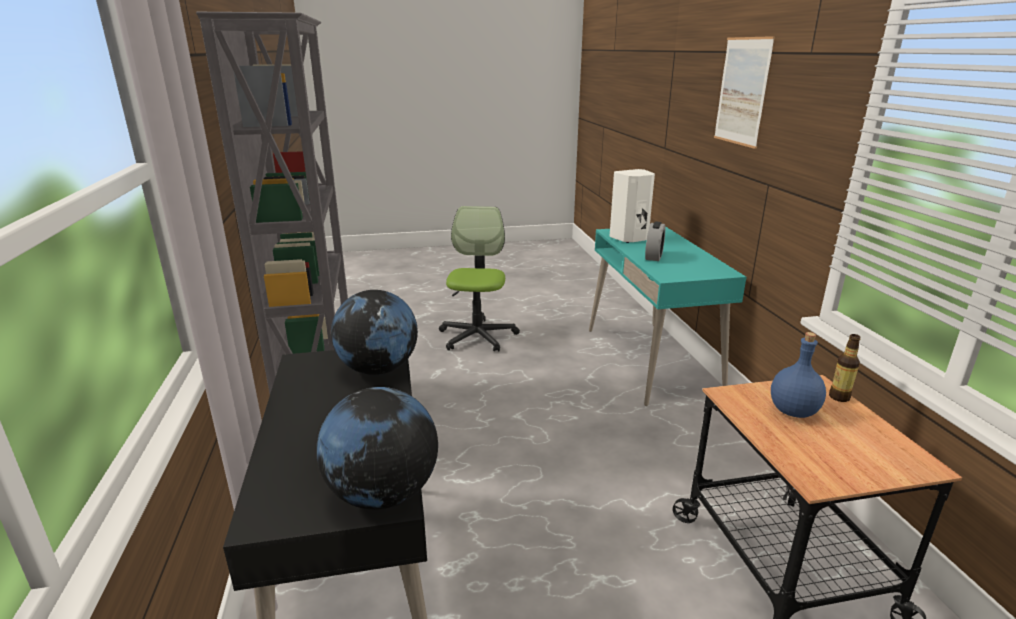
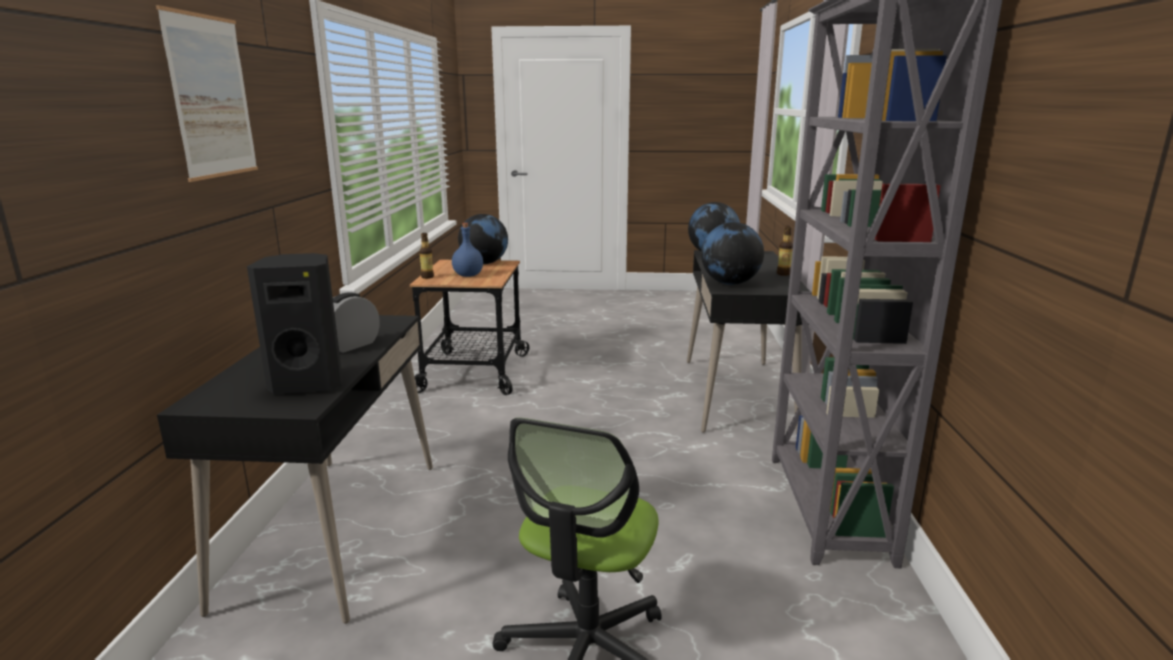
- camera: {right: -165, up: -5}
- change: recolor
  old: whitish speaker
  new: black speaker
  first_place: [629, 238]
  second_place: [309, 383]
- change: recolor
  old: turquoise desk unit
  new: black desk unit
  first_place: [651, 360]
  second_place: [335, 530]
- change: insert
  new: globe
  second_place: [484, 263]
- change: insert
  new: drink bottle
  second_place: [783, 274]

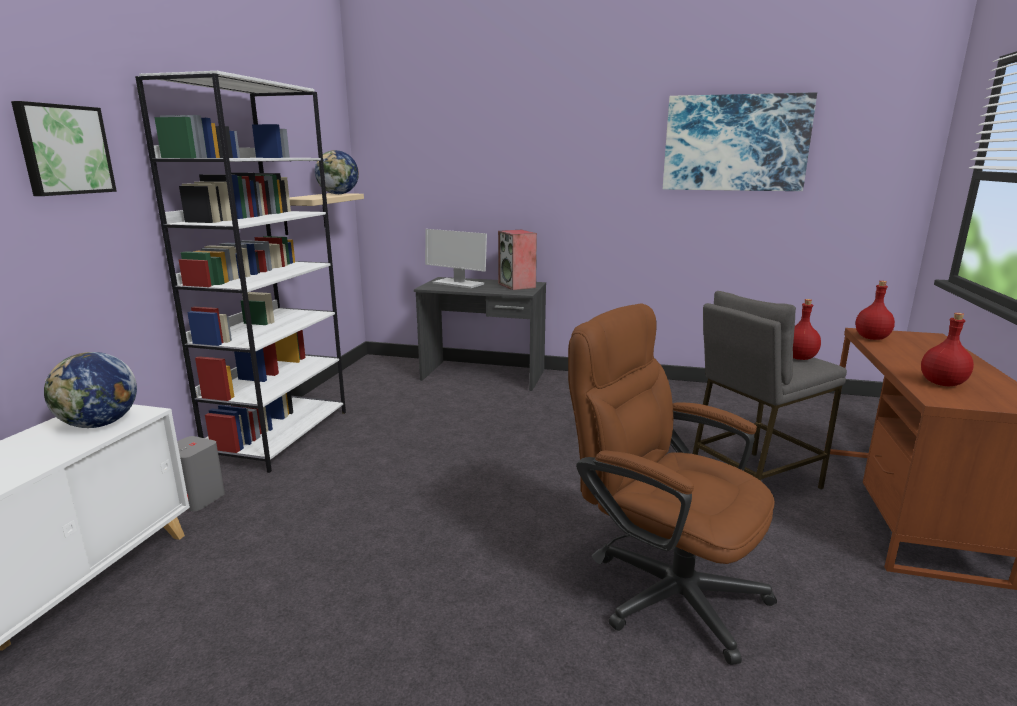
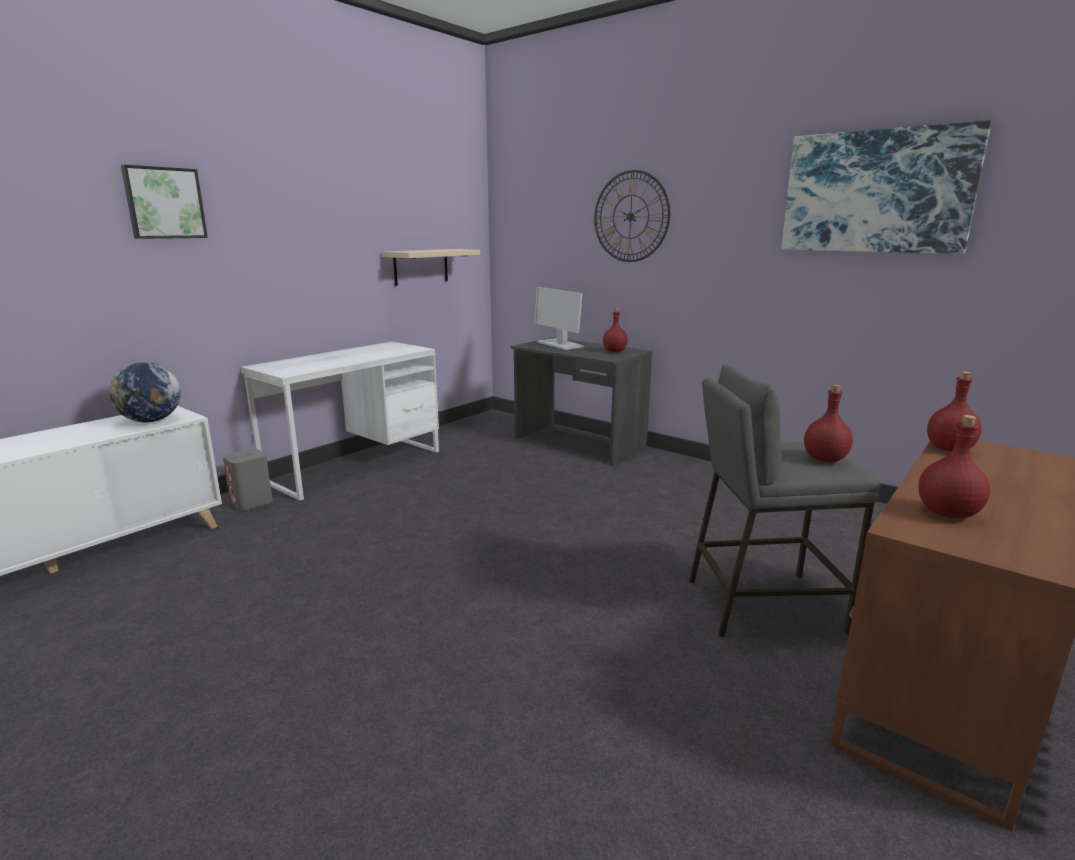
- camera: {right: 25, up: 0}
- change: replace
  old: whitish bookshelf
  new: whitish desk unit
  first_place: [280, 435]
  second_place: [355, 465]
- change: delete
  old: globe
  first_place: [339, 194]
- change: replace
  old: speaker
  new: reddish drink bottle
  first_place: [517, 286]
  second_place: [615, 351]
- change: delete
  old: brown desk chair
  first_place: [662, 587]
- change: insert
  new: clock on the wall
  second_place: [630, 217]

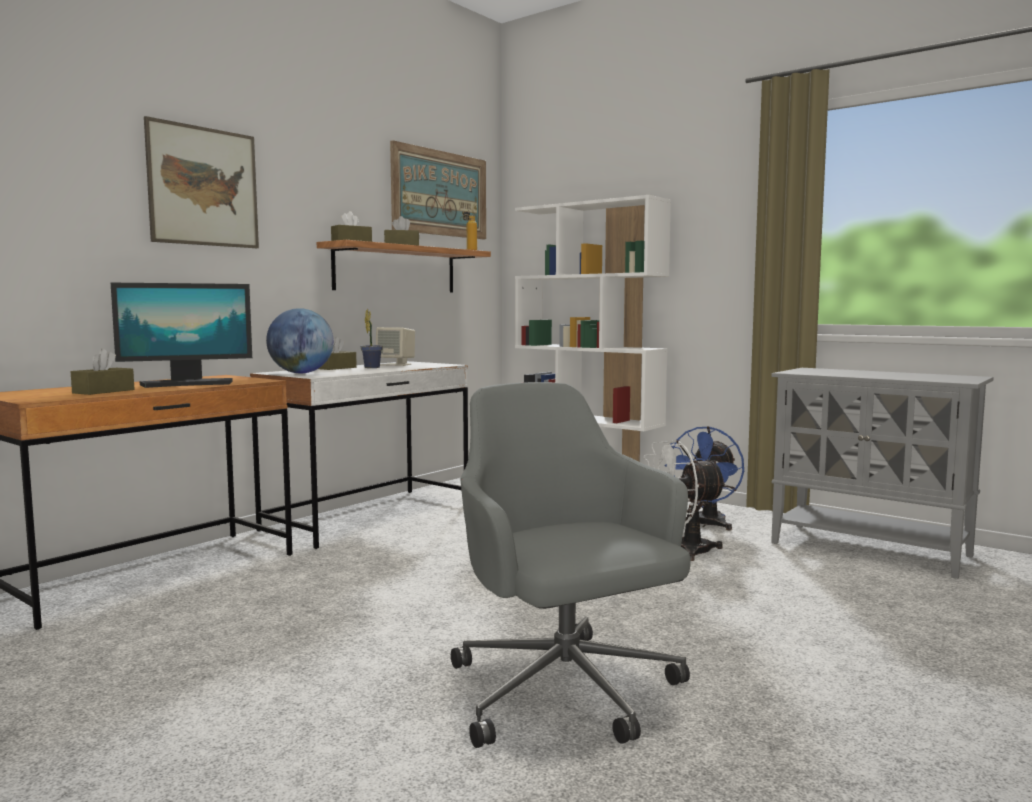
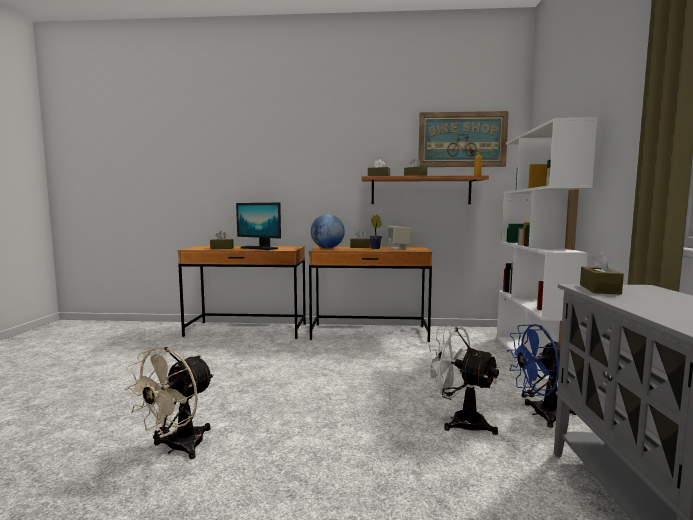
- camera: {right: 55, up: 0}
- change: delete
  old: picture
  first_place: [204, 186]
- change: recolor
  old: whitish desk unit
  new: brown desk unit
  first_place: [369, 517]
  second_place: [369, 333]
- change: replace
  old: grey desk chair
  new: sand-coloured fan
  first_place: [566, 693]
  second_place: [177, 448]
- change: insert
  new: brown box of tissues
  second_place: [599, 289]

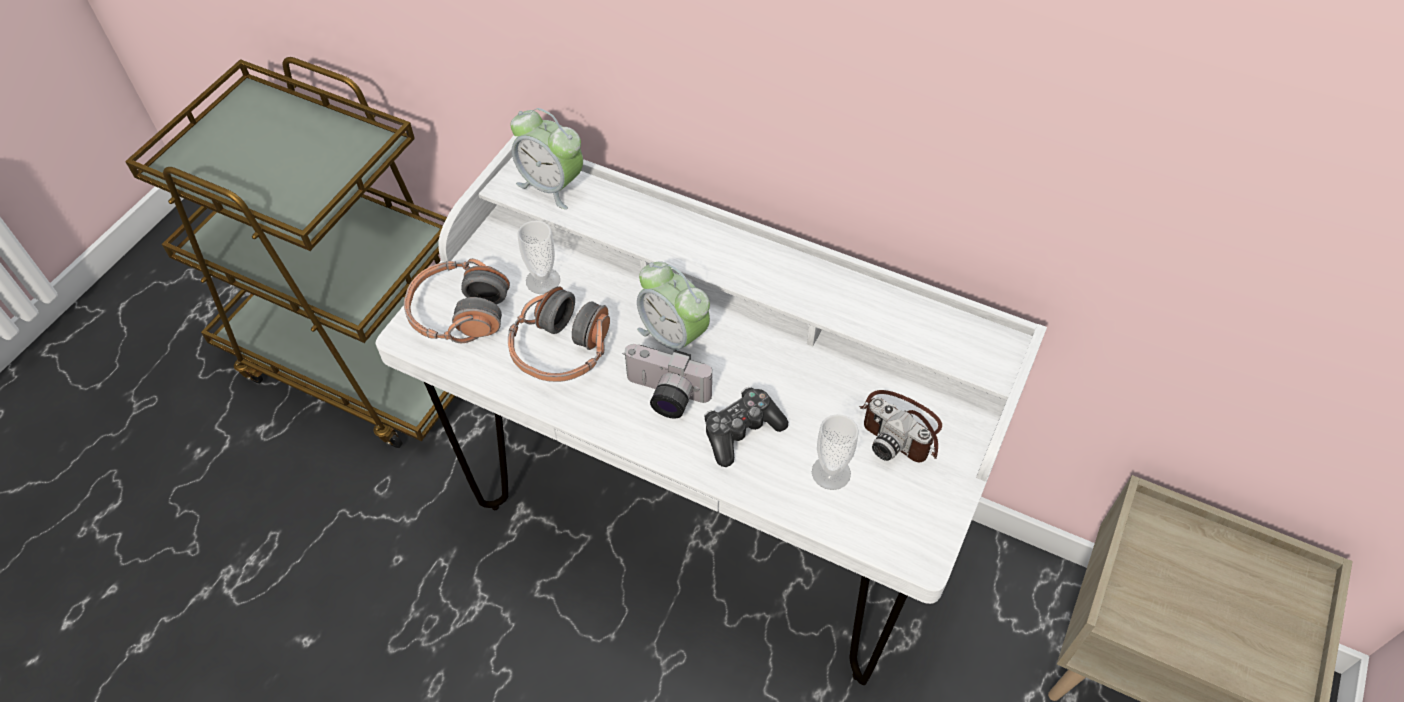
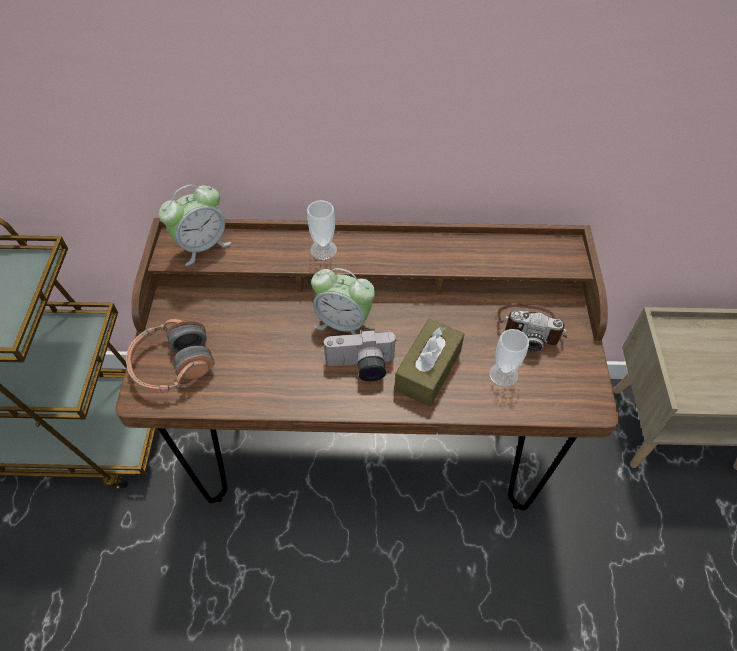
- camera: {right: -25, up: 0}
- change: rotate
  old: table clock
  first_place: [551, 186]
  second_place: [202, 246]
  degrees: -45
- change: recolor
  old: whitish desk unit
  new: brown desk unit
  first_place: [703, 522]
  second_place: [368, 448]
- change: move
  old: small cup
  first_place: [543, 281]
  second_place: [323, 250]
- change: delete
  old: headphones
  first_place: [561, 349]
- change: replace
  old: gamepad
  new: brown box of tissues
  first_place: [741, 431]
  second_place: [428, 370]

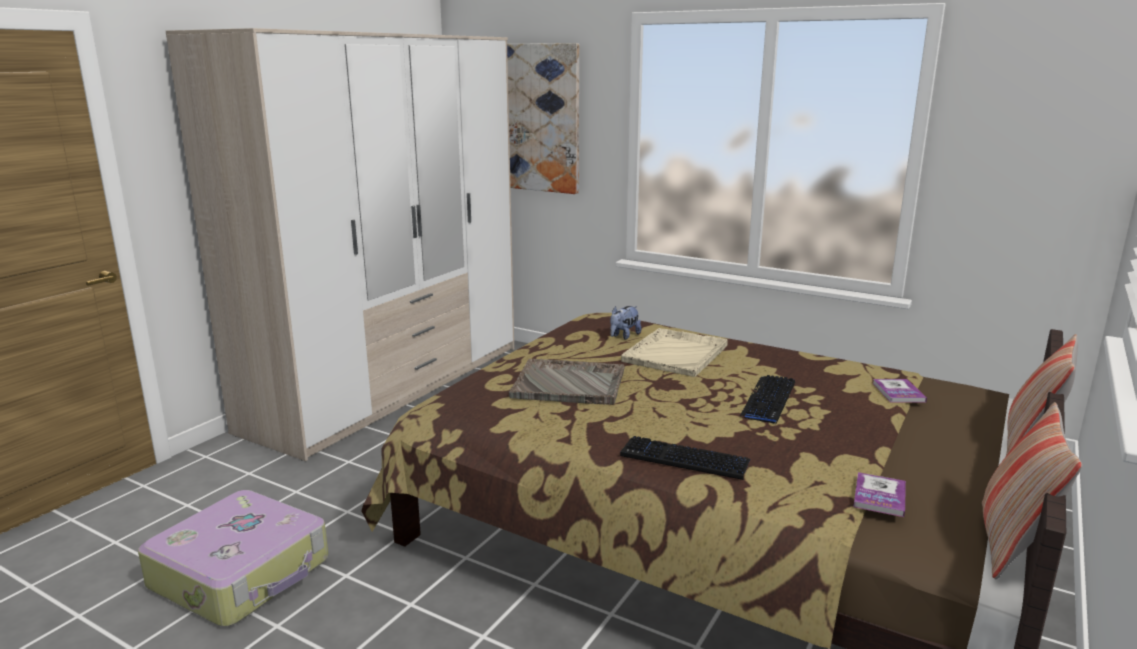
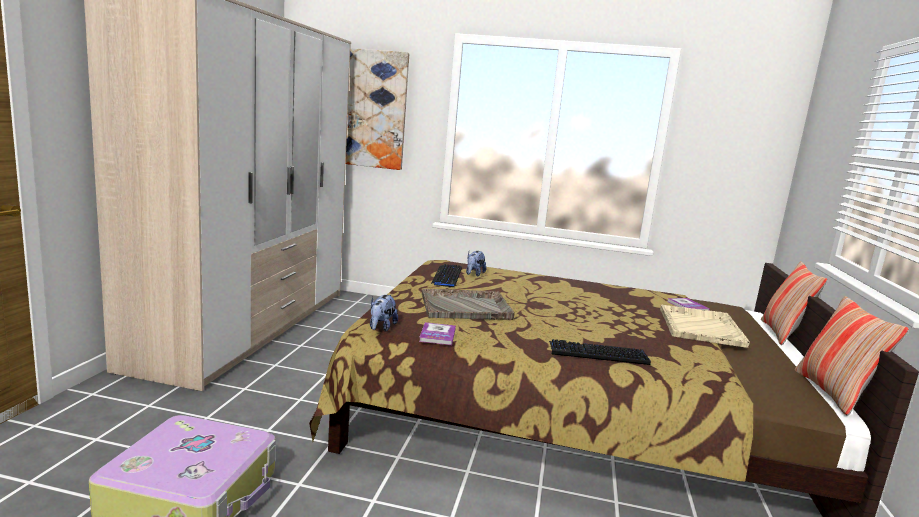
- camera: {right: -20, up: -5}
- change: move
  old: sand-coloured serving tray
  first_place: [676, 353]
  second_place: [700, 327]
- change: move
  old: keyboard
  first_place: [768, 400]
  second_place: [447, 276]
- change: move
  old: bound book
  first_place: [879, 496]
  second_place: [437, 335]
- change: insert
  new: plush toy
  second_place: [381, 328]

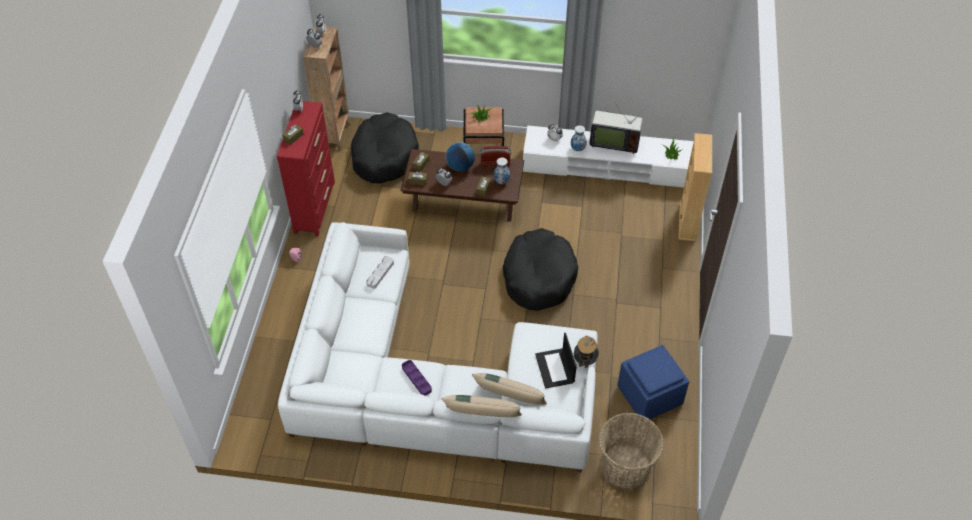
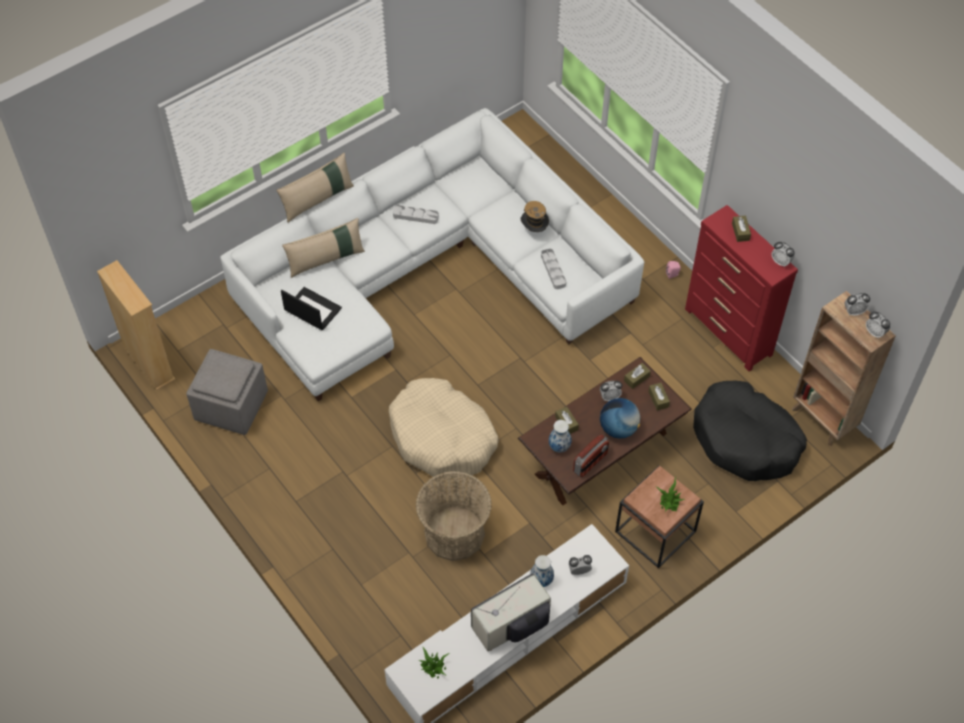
- camera: {right: 135, up: 5}
- change: move
  old: sand-coloured bookshelf
  first_place: [687, 221]
  second_place: [149, 363]
- change: recolor
  old: black dog bed
  new: sand-coloured dog bed
  first_place: [538, 277]
  second_place: [442, 437]
- change: move
  old: wearable hat
  first_place: [585, 361]
  second_place: [534, 230]
- change: recolor
  old: blue-coloured footrest
  new: grey footrest
  first_place: [649, 396]
  second_place: [231, 405]
- change: recolor
  old: purplish serving tray
  new: grey serving tray
  first_place: [416, 379]
  second_place: [415, 216]
- change: move
  old: basket
  first_place: [625, 466]
  second_place: [454, 533]

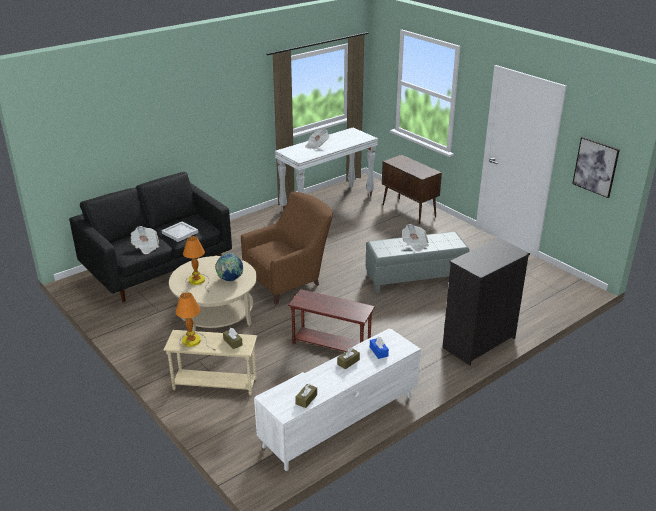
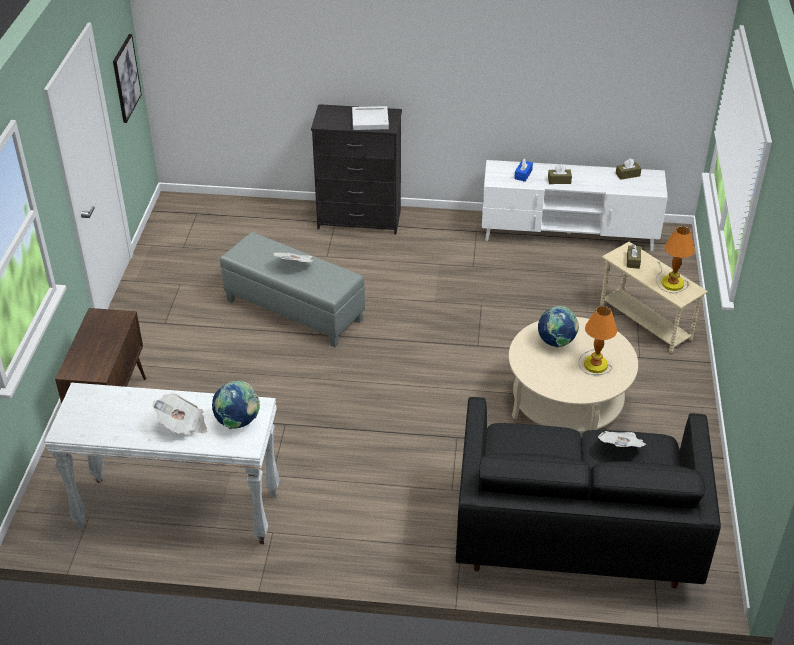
- camera: {right: -135, up: 10}
- change: delete
  old: brown lounge chair
  first_place: [290, 280]
- change: move
  old: whitish serving tray
  first_place: [180, 232]
  second_place: [369, 120]
- change: delete
  old: brown end table
  first_place: [331, 346]
- change: insert
  new: globe
  second_place: [238, 422]

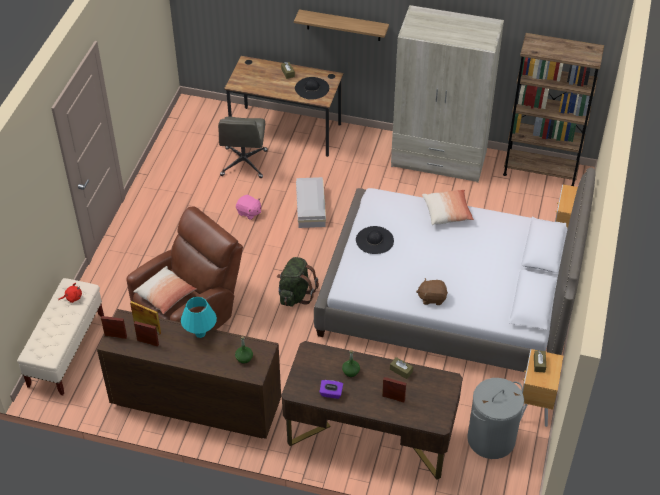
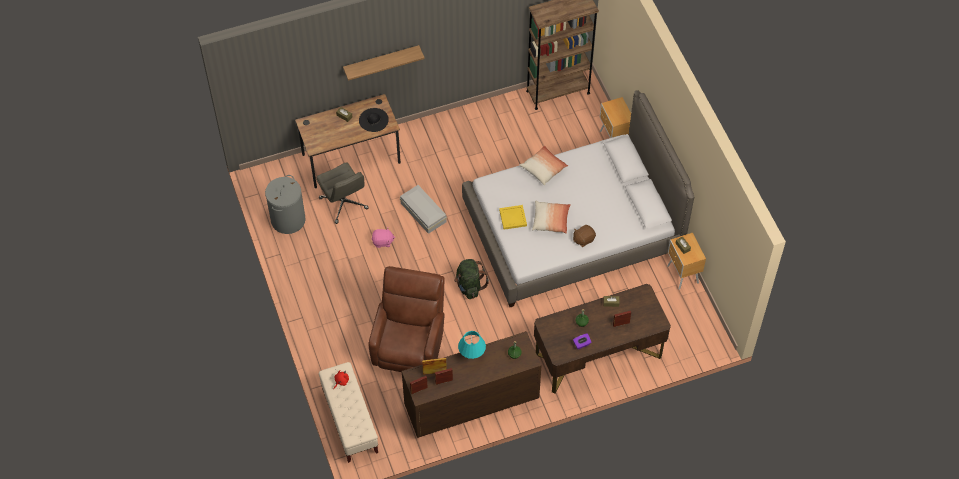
- camera: {right: -35, up: 10}
- change: delete
  old: sand-coloured wardrobe
  first_place: [439, 159]
- change: replace
  old: black wearable hat
  new: yellow serving tray
  first_place: [374, 240]
  second_place: [513, 218]
- change: move
  old: throw pillow
  first_place: [166, 295]
  second_place: [551, 220]
- change: move
  old: grey laundry basket
  first_place: [491, 439]
  second_place: [288, 219]

